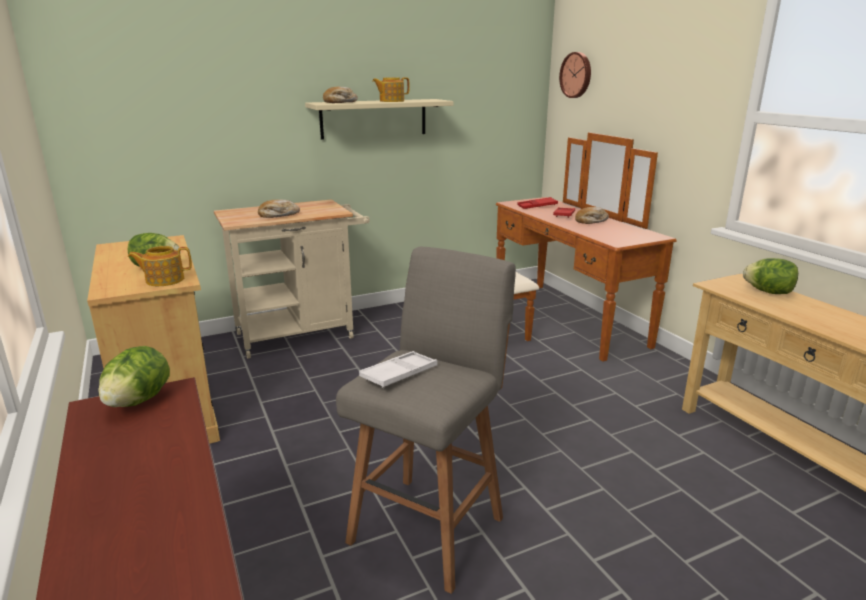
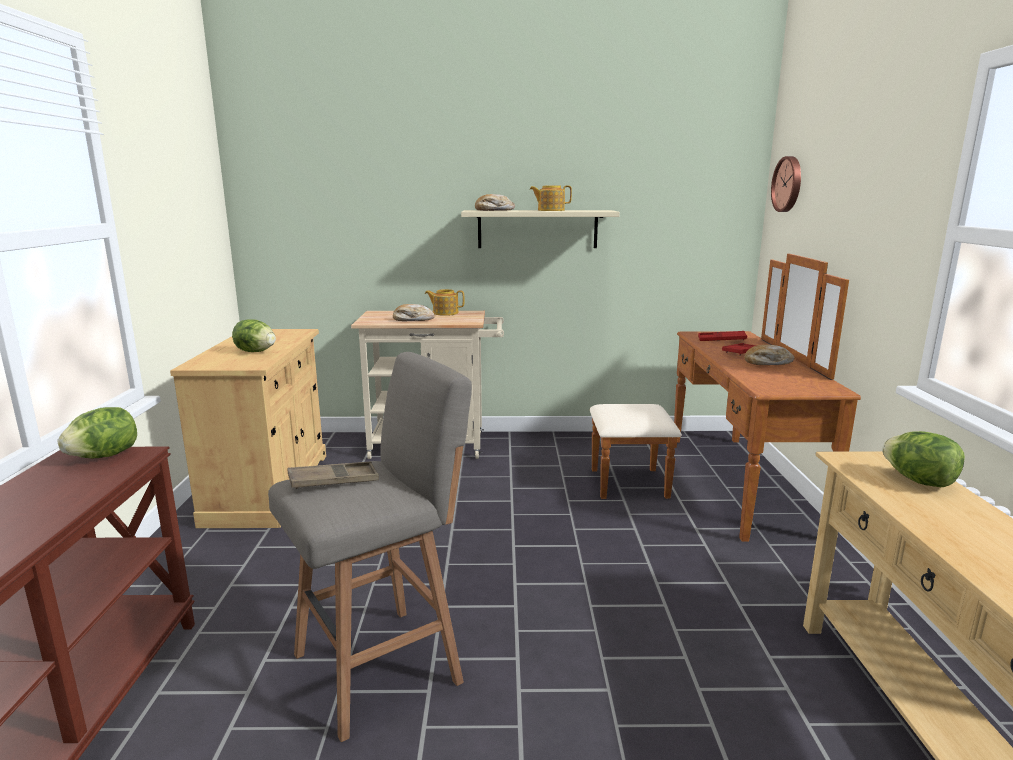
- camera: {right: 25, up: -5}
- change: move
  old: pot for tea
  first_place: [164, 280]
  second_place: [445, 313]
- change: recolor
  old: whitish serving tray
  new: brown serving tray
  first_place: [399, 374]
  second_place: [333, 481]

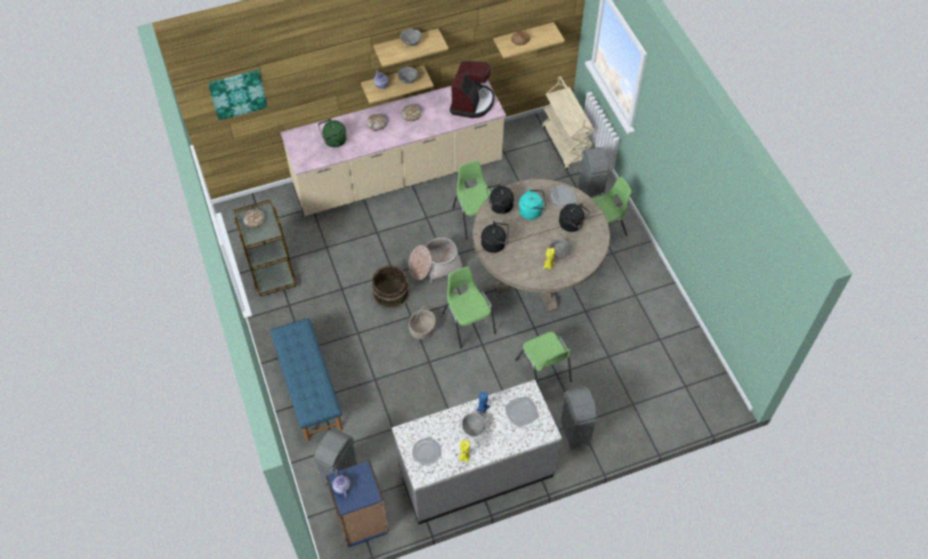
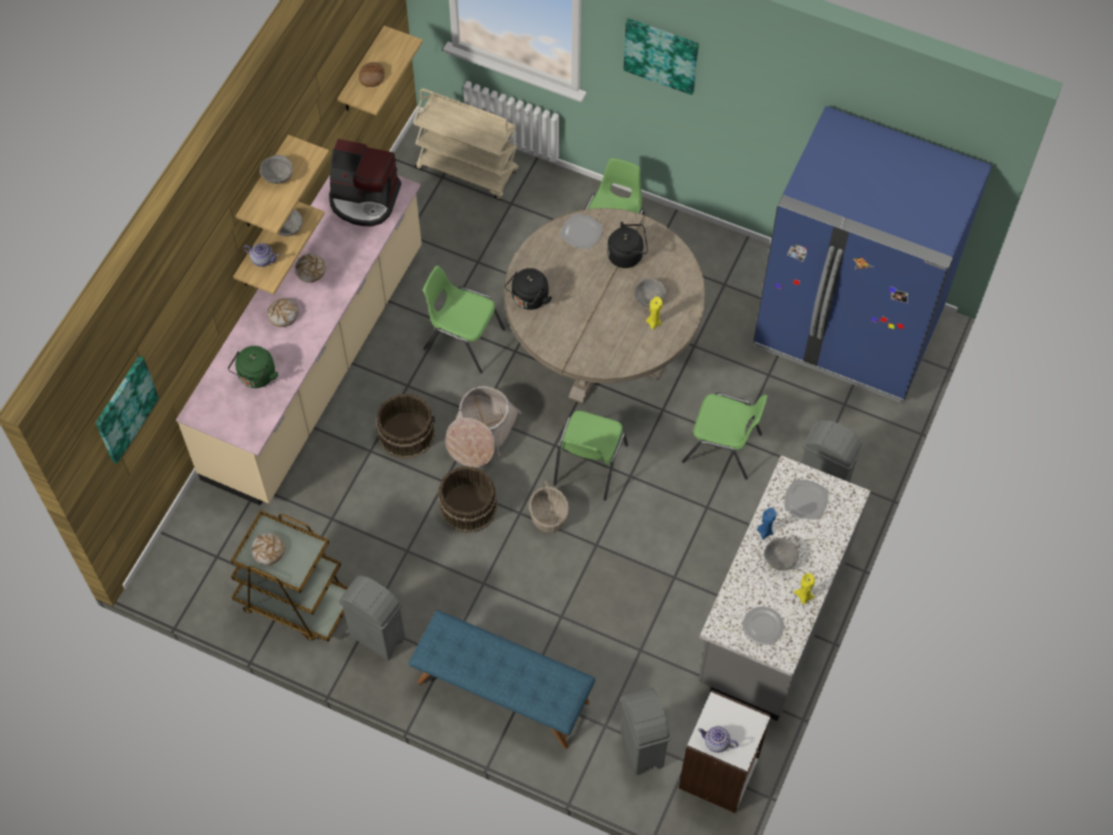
- camera: {right: -45, up: 5}
- change: rotate
  old: coffee brewer
  first_place: [472, 102]
  second_place: [364, 199]
  degrees: 135
- change: move
  old: grey waste bin
  first_place: [590, 195]
  second_place: [377, 636]
- change: delete
  old: turquoise tea kettle
  first_place: [532, 211]
- change: delete
  old: black tea kettle
  first_place: [495, 244]
- change: rotate
  old: greenish upright chair
  first_place: [468, 323]
  second_place: [589, 465]
  degrees: -90
- change: recolor
  old: blue-coloured bookshelf
  new: whitish bookshelf
  first_place: [362, 522]
  second_place: [719, 773]
- change: insert
  new: picture
  second_place: [661, 54]
- change: insert
  new: blue-coloured kitchen fridge
  second_place: [847, 331]
- change: insert
  new: brown bucket
  second_place: [406, 433]

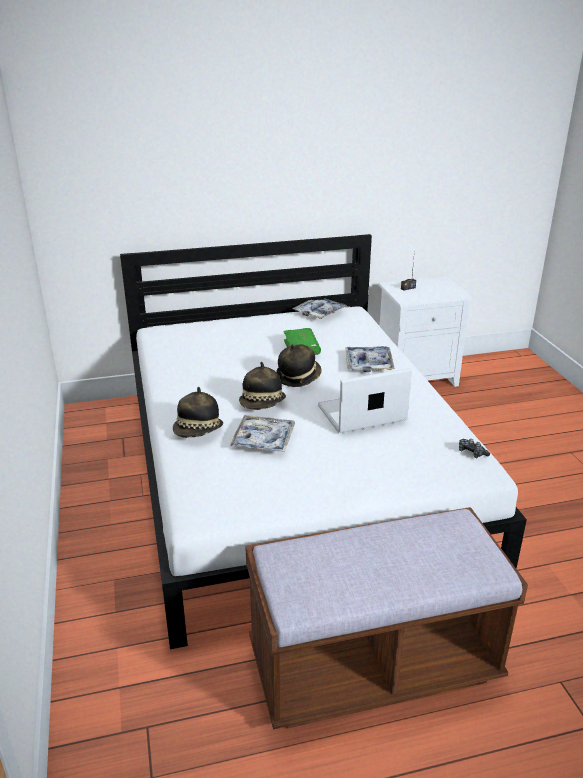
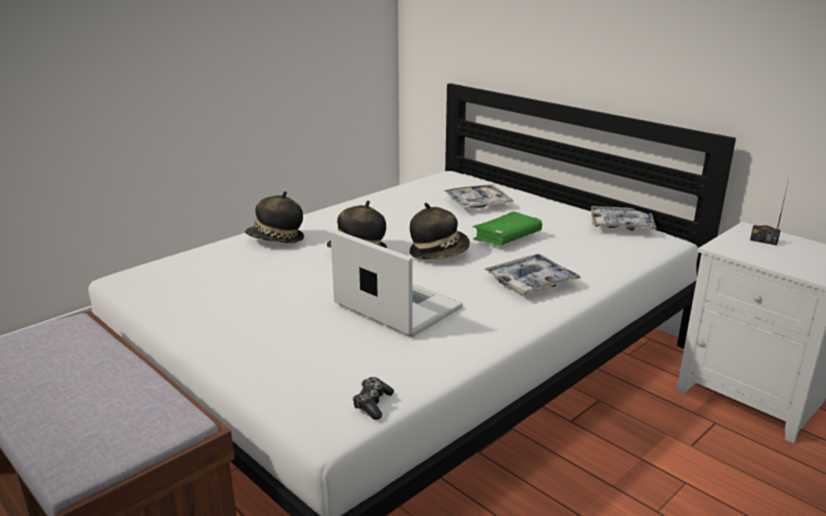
- camera: {right: 60, up: -5}
- change: move
  old: serving tray
  first_place: [263, 440]
  second_place: [477, 203]

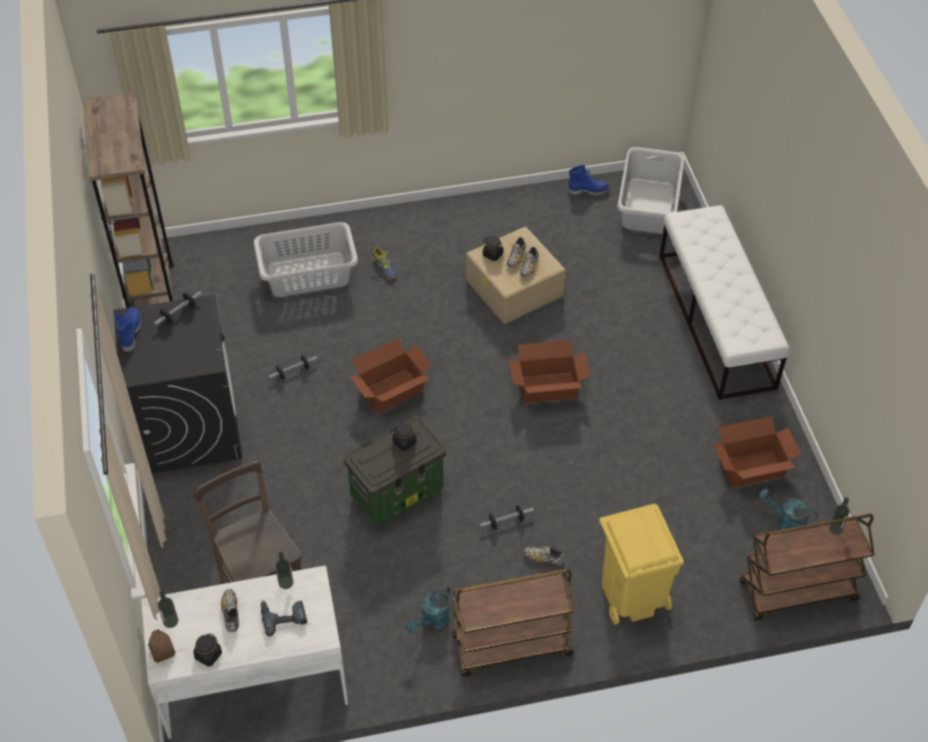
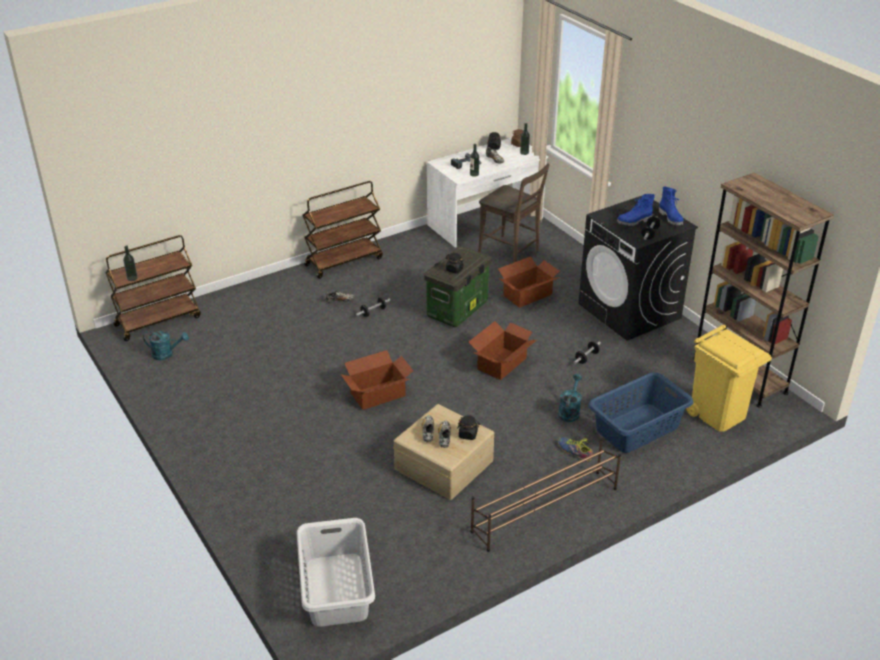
- camera: {right: 160, up: -15}
- change: move
  old: blue-coloured boot
  first_place: [588, 190]
  second_place: [634, 222]
- change: delete
  old: whitish long seat
  first_place: [716, 321]
- change: recolor
  old: grey laundry basket
  new: blue-coloured laundry basket
  first_place: [307, 274]
  second_place: [638, 428]
- change: move
  old: packing box
  first_place: [752, 468]
  second_place: [527, 295]
- change: move
  old: yellow waste bin
  first_place: [632, 596]
  second_place: [718, 414]
- change: move
  old: turquoise watering pot
  first_place: [432, 622]
  second_place: [569, 411]
- change: insert
  new: brown shoe stand
  second_place: [544, 510]

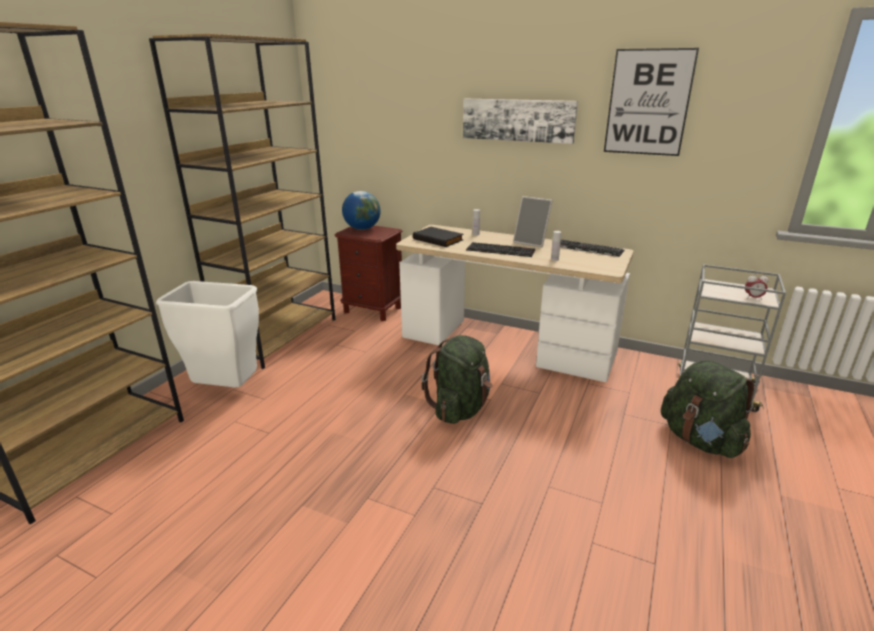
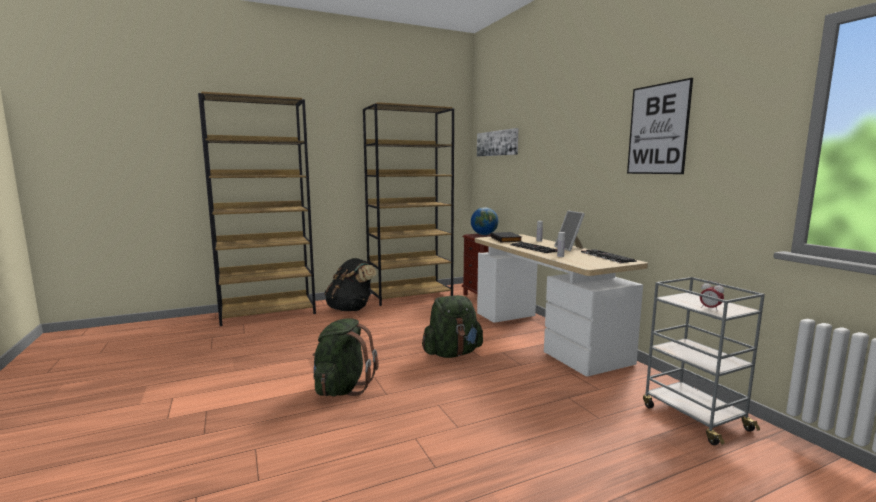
- camera: {right: 40, up: -15}
- change: move
  old: picture
  first_place: [518, 120]
  second_place: [497, 143]
- change: replace
  old: whitish waste bin
  new: black backpack
  first_place: [228, 390]
  second_place: [351, 309]
- change: move
  old: greenish backpack
  first_place: [700, 440]
  second_place: [342, 388]

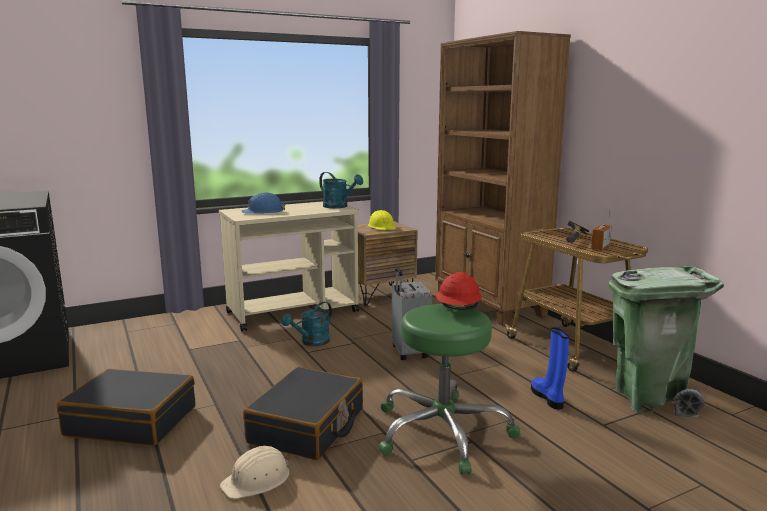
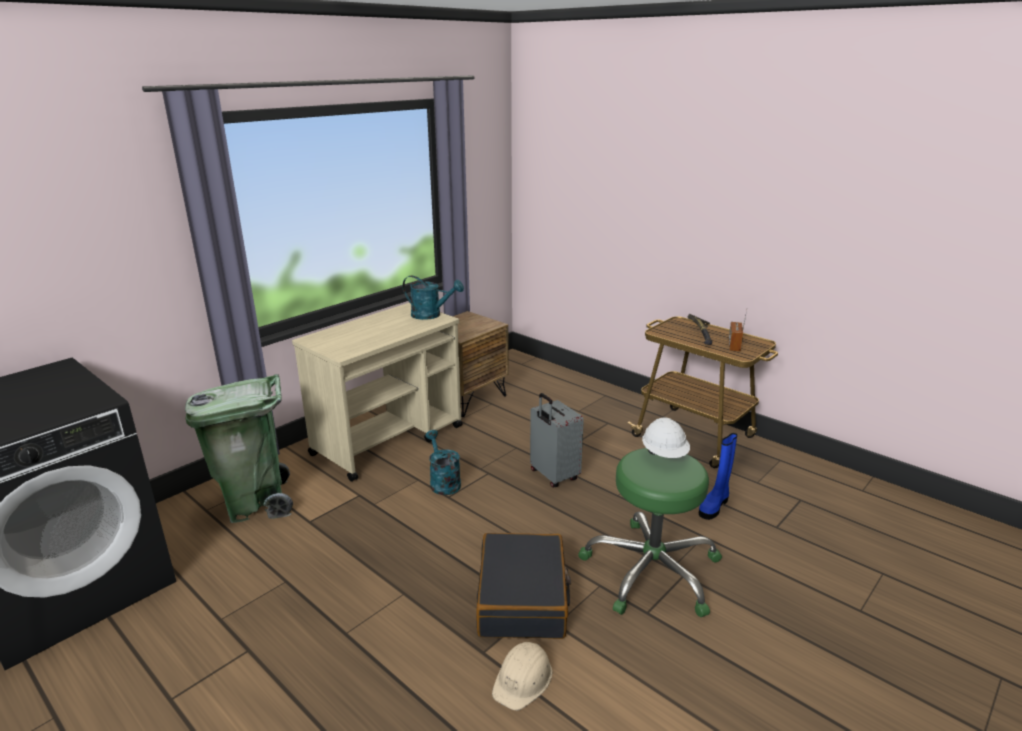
- camera: {right: -20, up: 10}
- change: delete
  old: brown bookshelf
  first_place: [489, 304]
- change: delete
  old: blue-coloured safety helmet
  first_place: [263, 211]
- change: delete
  old: yellow safety helmet
  first_place: [382, 227]
- change: move
  old: greenish waste bin
  first_place: [649, 399]
  second_place: [256, 503]
- change: recolor
  old: reddish safety helmet
  new: whitish safety helmet
  first_place: [458, 310]
  second_place: [664, 455]
- change: rotate
  old: turquoise watering pot
  first_place: [311, 342]
  second_place: [443, 482]
  degrees: 135
- change: rotate
  old: blue-coloured boot
  first_place: [548, 398]
  second_place: [714, 506]
  degrees: -105
- change: delete
  old: black suitcase
  first_place: [132, 421]

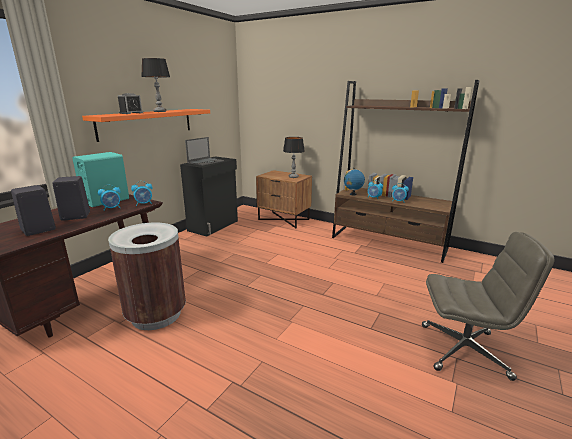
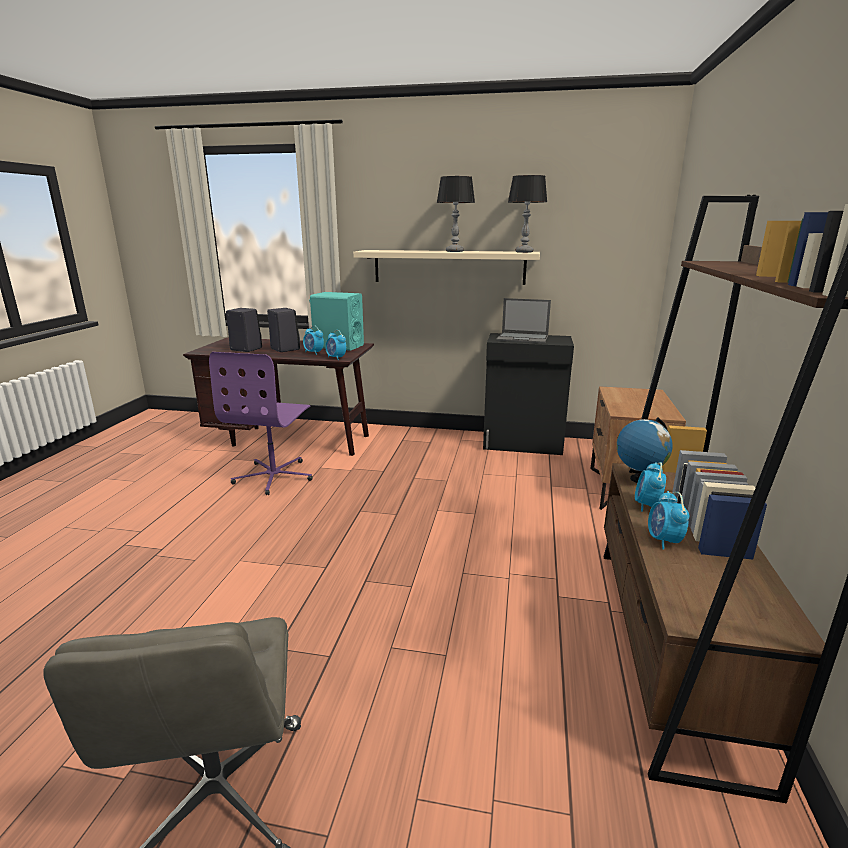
- camera: {right: 70, up: 0}
- change: delete
  old: table clock
  first_place: [131, 113]
- change: recolor
  old: orange bracket shelf
  new: sand-coloured bracket shelf
  first_place: [147, 123]
  second_place: [449, 267]
- change: move
  old: tabletop lamp
  first_place: [293, 177]
  second_place: [524, 252]
- change: replace
  old: brown waste bin
  new: purplish desk chair
  first_place: [156, 315]
  second_place: [274, 476]

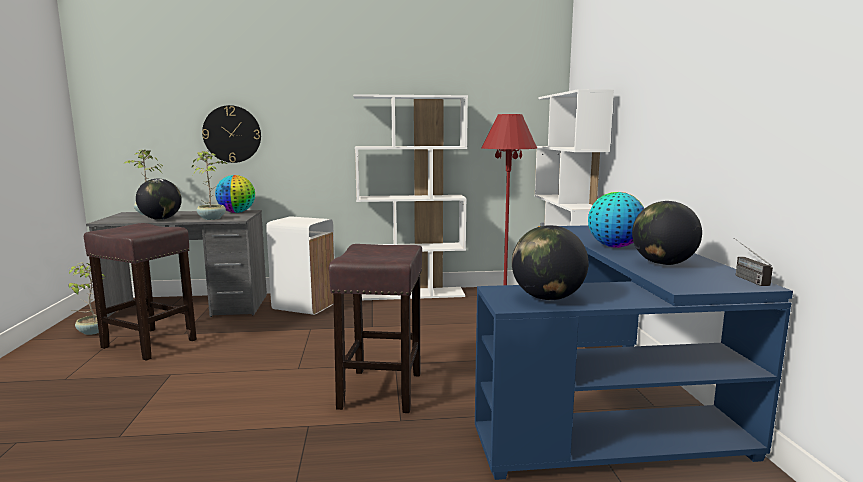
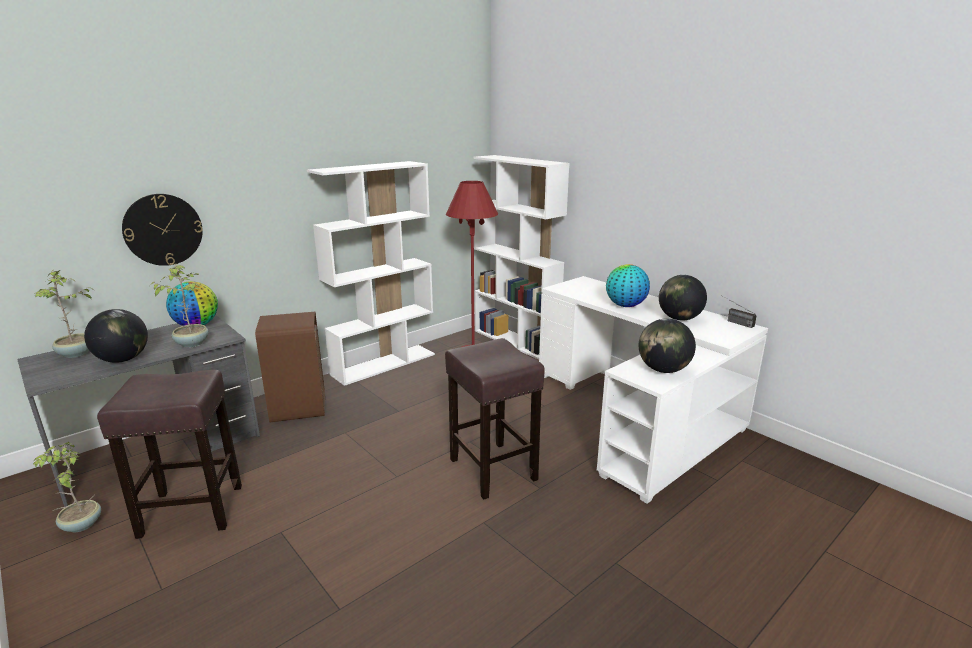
- camera: {right: -35, up: 10}
- change: recolor
  old: whitish waste bin
  new: brown waste bin
  first_place: [304, 306]
  second_place: [299, 409]
- change: recolor
  old: blue-coloured desk unit
  new: whitish desk unit
  first_place: [614, 398]
  second_place: [639, 416]

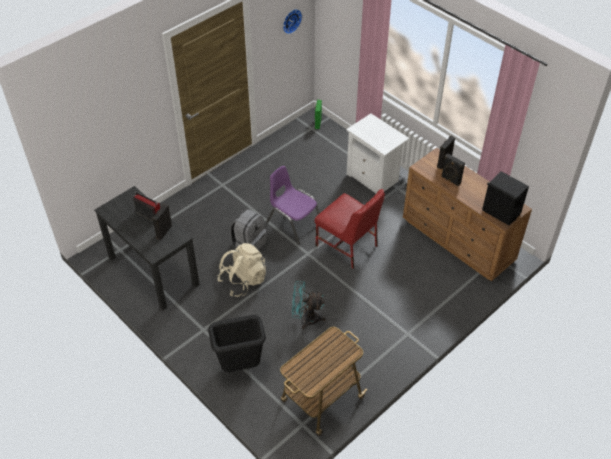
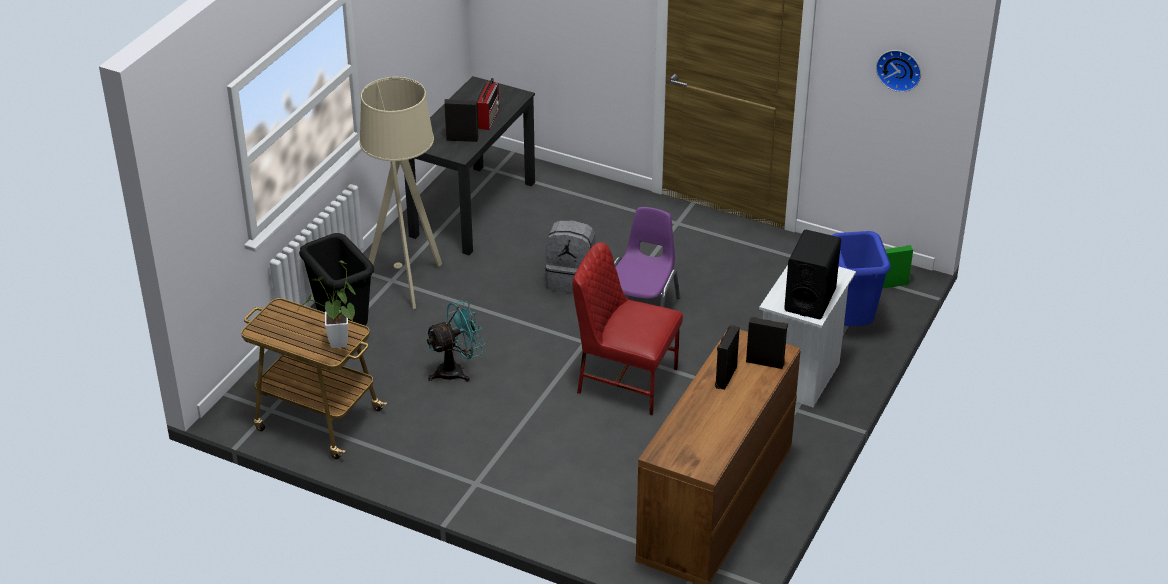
- camera: {right: 70, up: -10}
- change: move
  old: black speaker
  first_place: [501, 212]
  second_place: [810, 300]
- change: rotate
  old: reddish upright chair
  first_place: [348, 246]
  second_place: [625, 381]
  degrees: 90
- change: delete
  old: sand-coloured backpack
  first_place: [243, 280]
- change: rotate
  old: turquoise fan
  first_place: [306, 318]
  second_place: [456, 370]
  degrees: 75
- change: insert
  new: sand-coloured standard lamp
  second_place: [407, 282]
- change: insert
  new: blue-coloured waste bin
  second_place: [851, 325]
- change: insert
  new: potted plant
  second_place: [338, 346]

